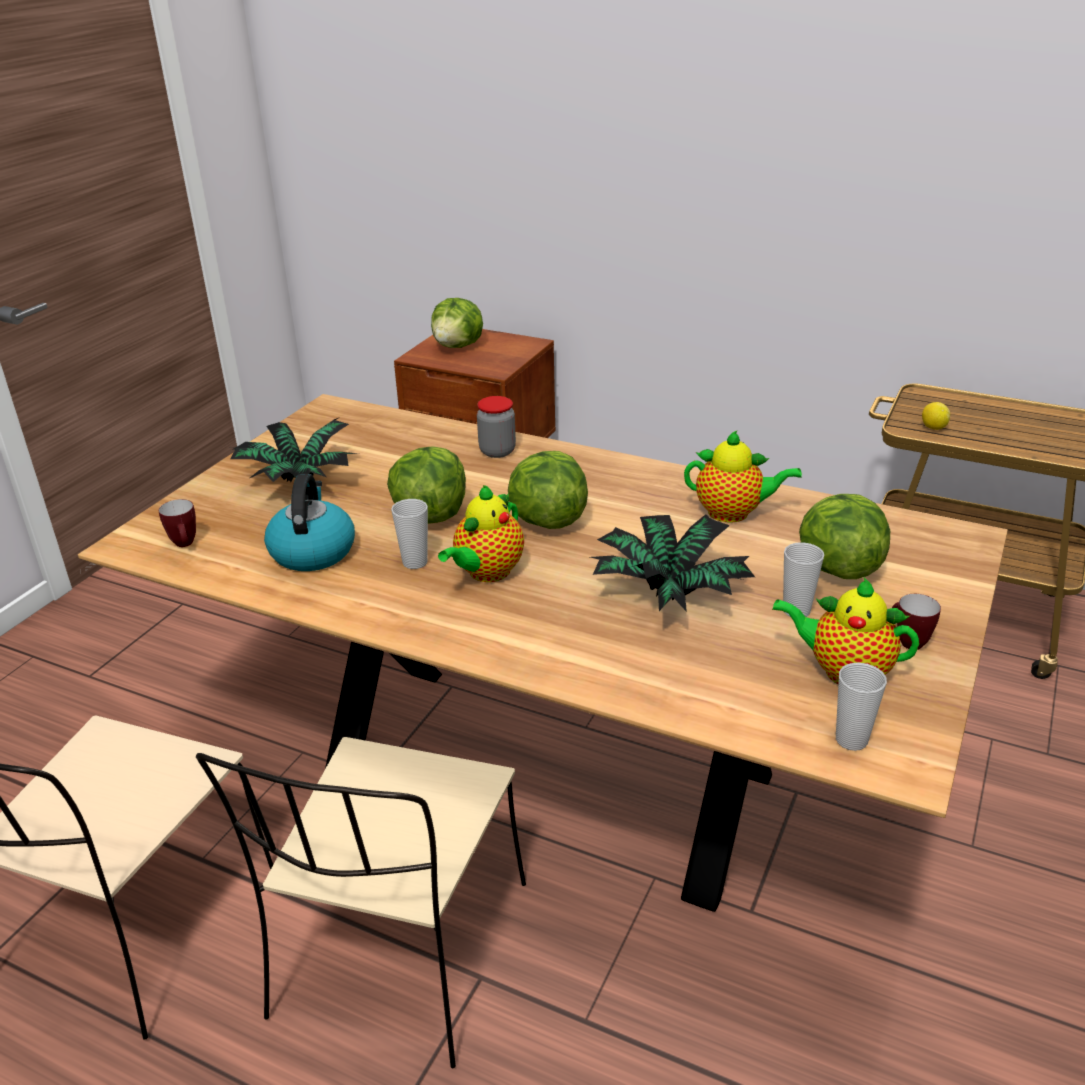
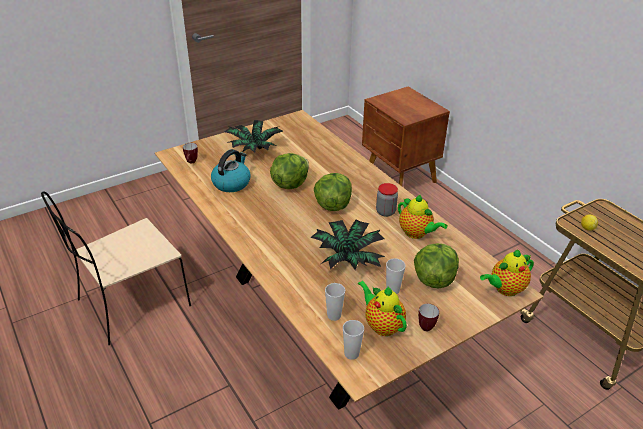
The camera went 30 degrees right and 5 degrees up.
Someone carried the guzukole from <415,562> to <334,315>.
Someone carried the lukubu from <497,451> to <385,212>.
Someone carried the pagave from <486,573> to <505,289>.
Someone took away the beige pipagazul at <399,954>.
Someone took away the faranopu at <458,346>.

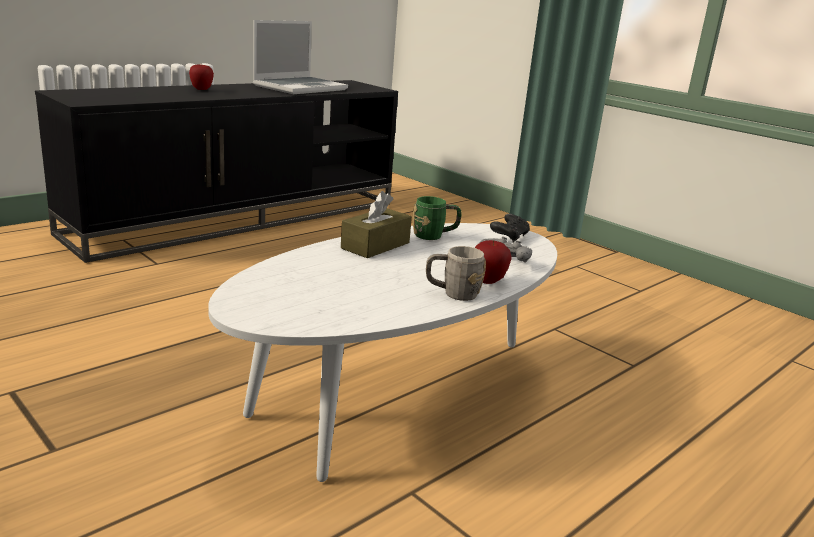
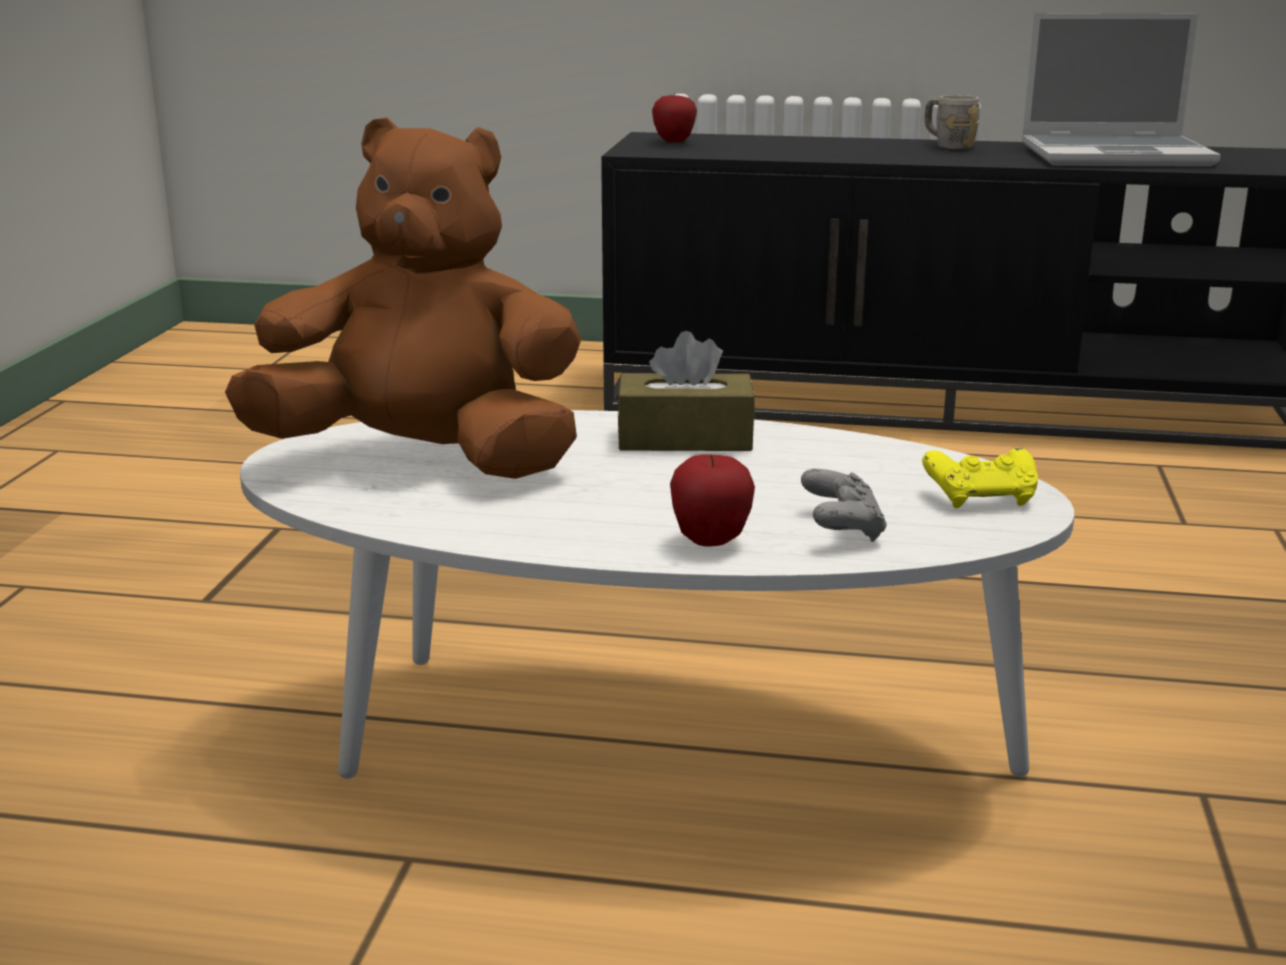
The camera went 55 degrees right and 0 degrees up.
Someone put down the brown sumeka at <424,460>.
Someone carried the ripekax from <201,89> to <674,142>.
Someone repainted the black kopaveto at <509,237>, which became the yellow kopaveto at <981,498>.
Someone carried the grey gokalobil from <452,293> to <948,146>.
Someone took away the green gokalobil at <434,236>.

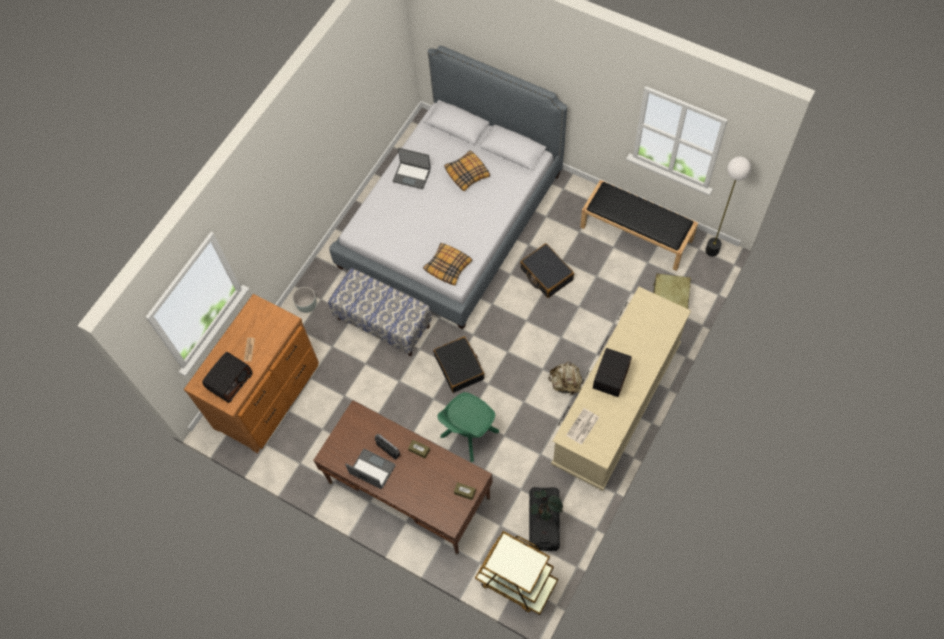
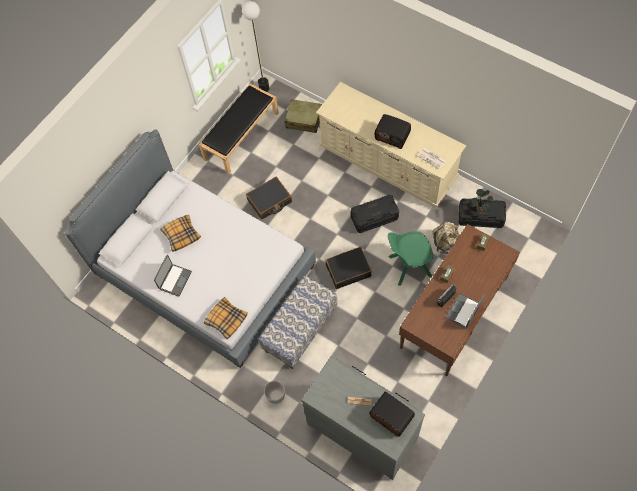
The camera went 85 degrees left and 0 degrees up.
Someone carried the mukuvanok from <448,266> to <226,319>.
Someone repainted the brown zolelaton at <268,395>, which became the grey zolelaton at <363,429>.
Someone put down the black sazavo at <374,218>.
Someone rotated the green pipagazul at <468,435> by 120 degrees clockwise.
Someone carried the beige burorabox from <566,384> to <444,242>.
Someone took away the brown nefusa at <516,581>.

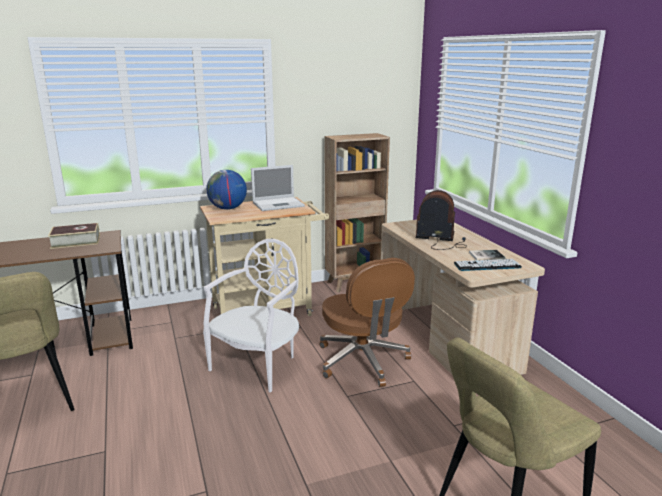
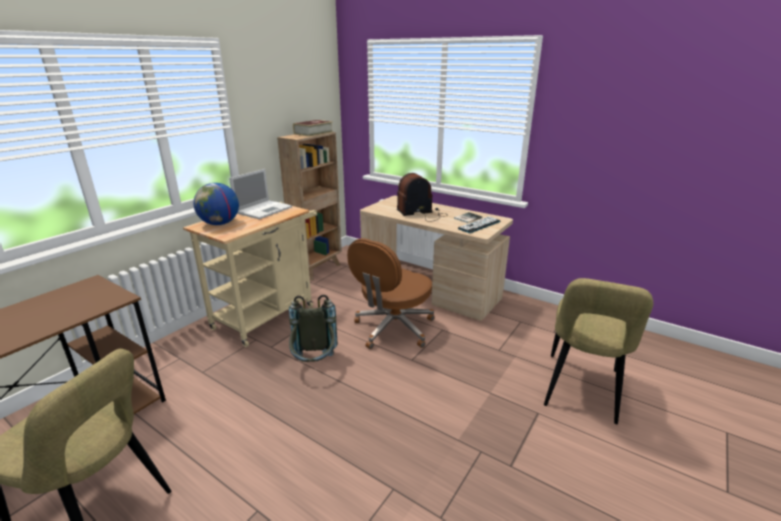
The camera went 35 degrees left and 5 degrees up.
Someone swapped the white pipagazul at <258,365> for the grey burorabox at <314,364>.
Someone carried the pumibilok from <76,241> to <313,133>.
Someone rotated the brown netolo at <363,361> by 90 degrees clockwise.

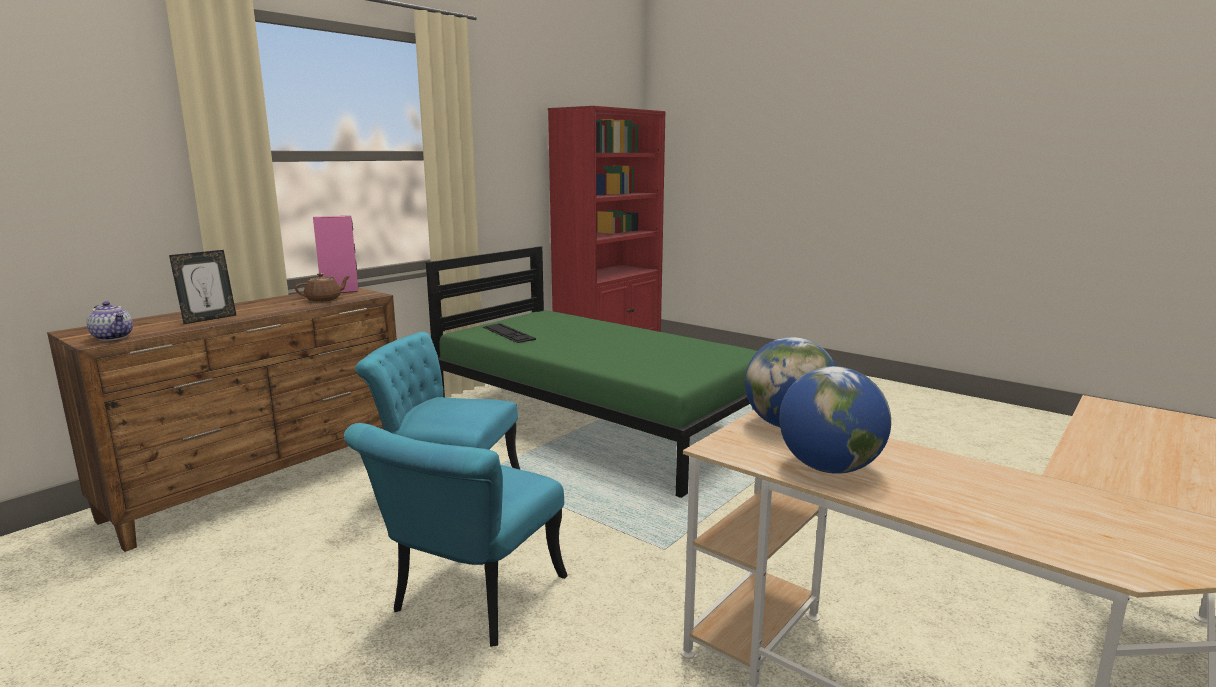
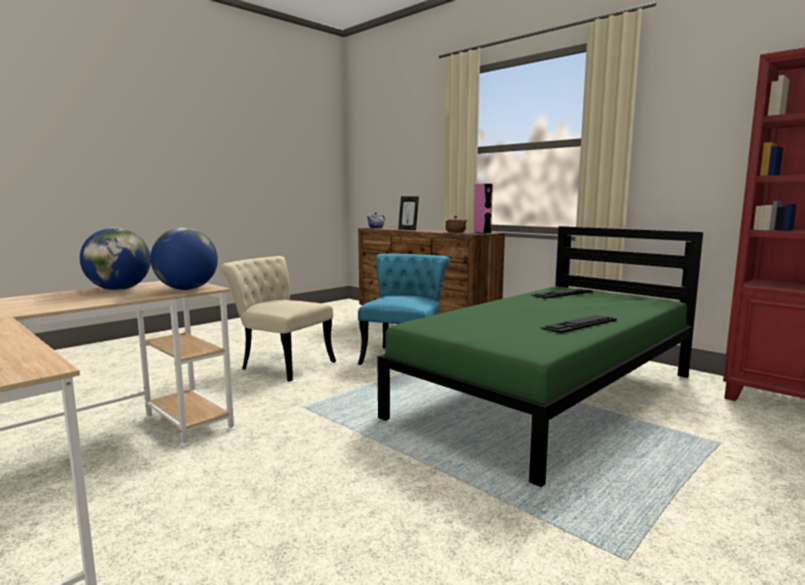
The camera went 95 degrees right and 5 degrees down.
Someone repainted the turquoise pipagazul at <469,603>, which became the beige pipagazul at <281,364>.
Someone put down the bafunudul at <579,324>.

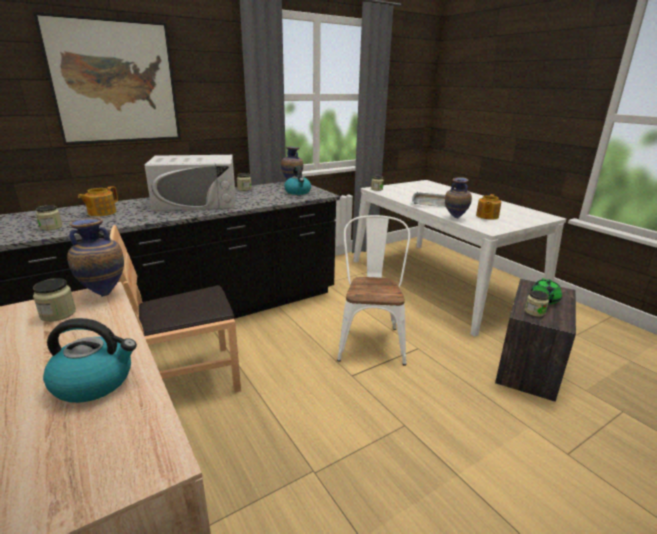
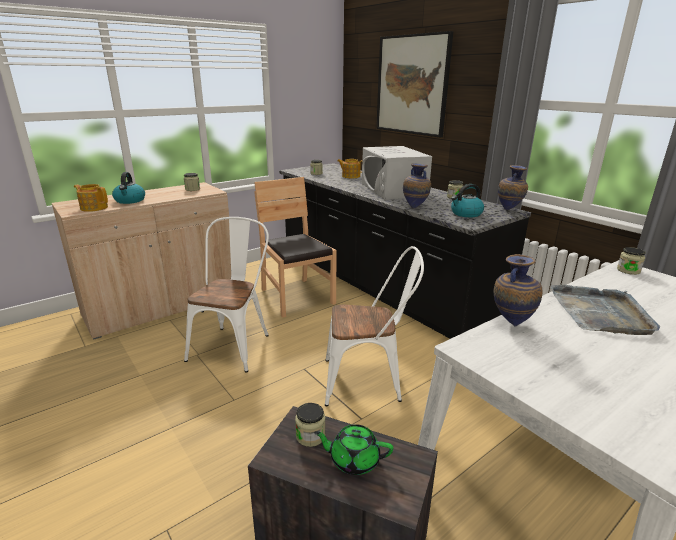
The camera went 85 degrees right and 0 degrees up.
Someone carried the pagave from <486,216> to <94,208>.
Someone put down the white pipagazul at <234,344>.
Someone carried the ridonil from <104,293> to <415,207>.

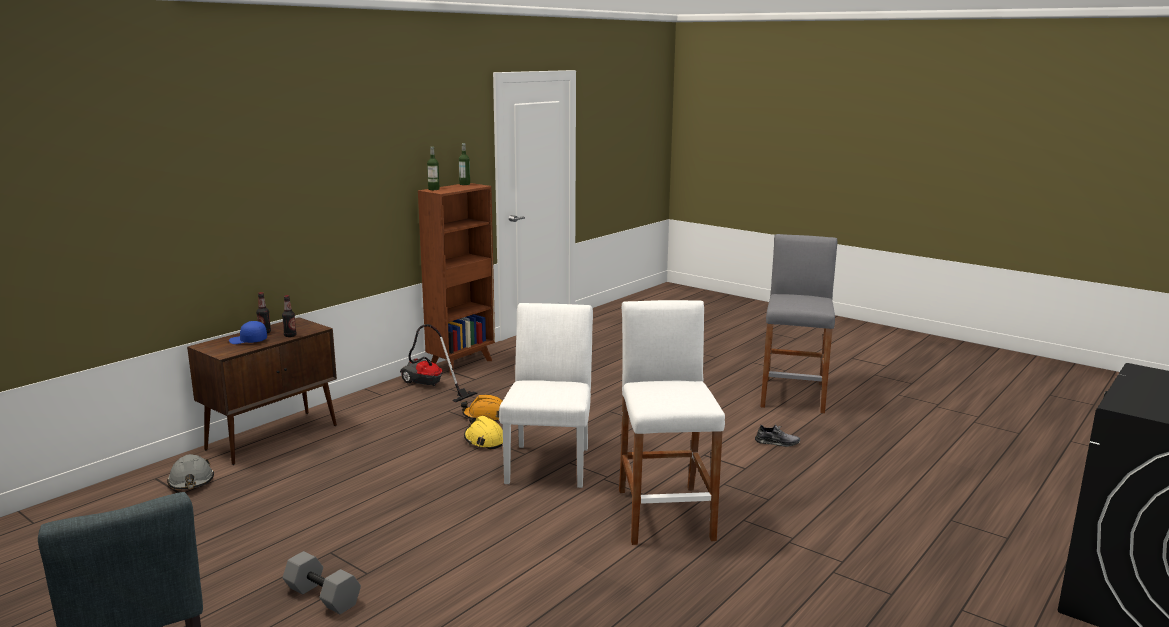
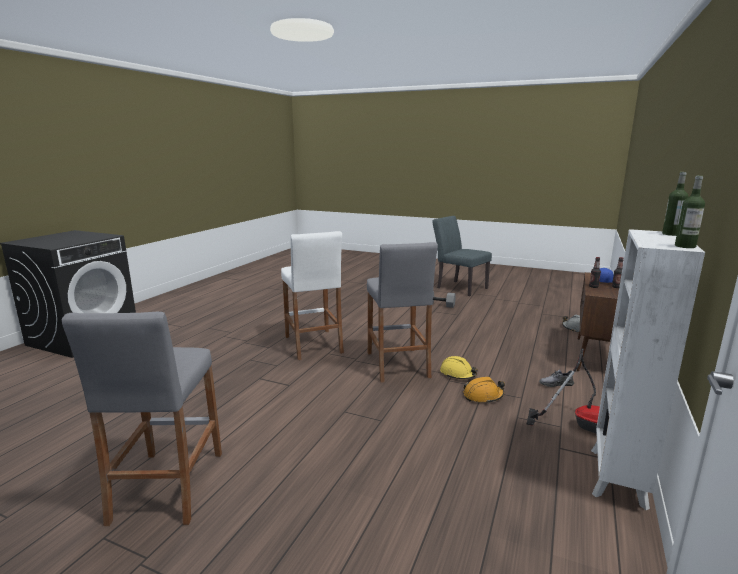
The camera went 165 degrees right and 0 degrees up.
Someone swapped the white pipagazul at <550,461> for the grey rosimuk at <397,365>.
Someone carried the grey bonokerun from <777,442> to <556,384>.
Someone repainted the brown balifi at <462,364>, which became the white balifi at <617,478>.

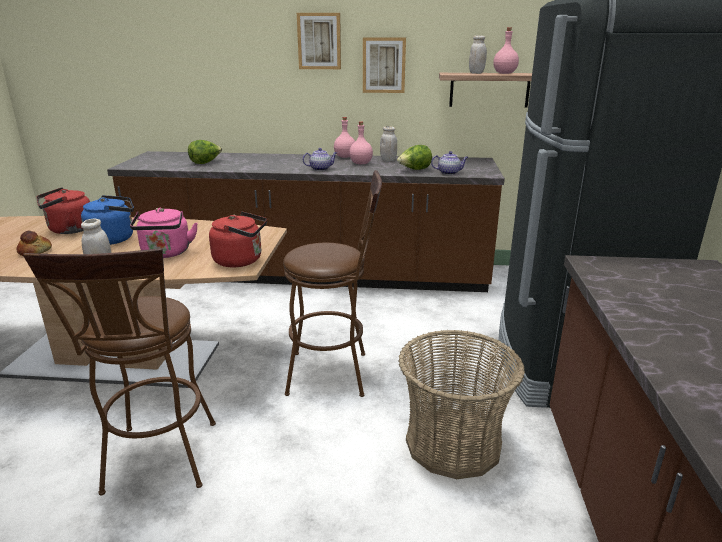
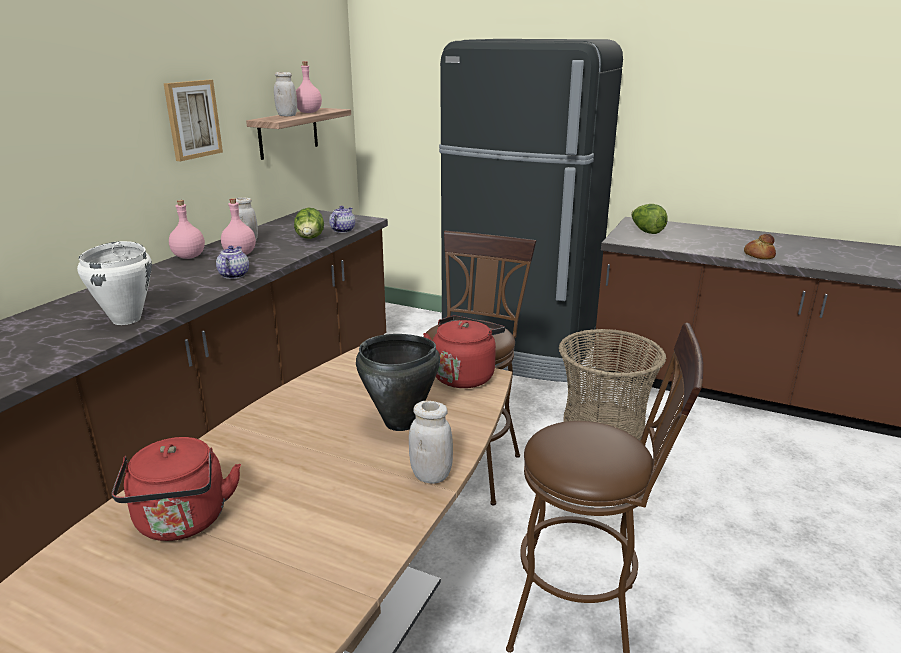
The camera went 70 degrees left and 0 degrees up.
Someone put down the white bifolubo at <127,319>.
Someone swapped the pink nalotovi at <166,253> for the black bifolubo at <400,423>.
Someone carried the faranopu from <205,163> to <646,232>.
Someone carried the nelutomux from <35,251> to <759,255>.
Someone took away the blue nalotovi at <114,239>.
Someone took away the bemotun at <319,41>.

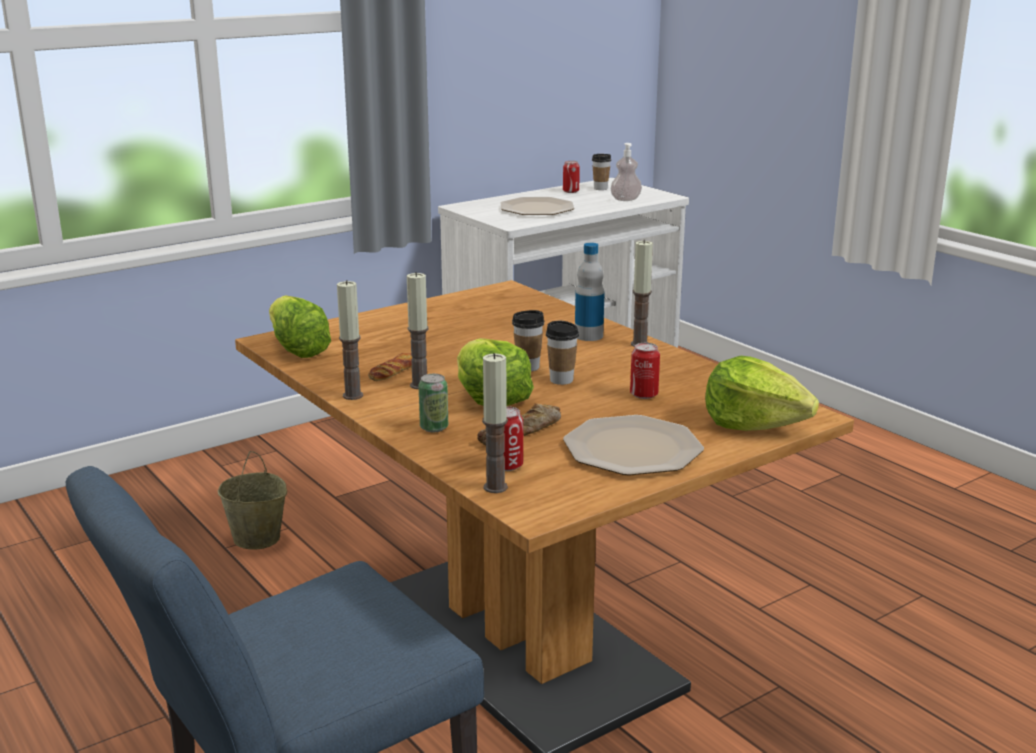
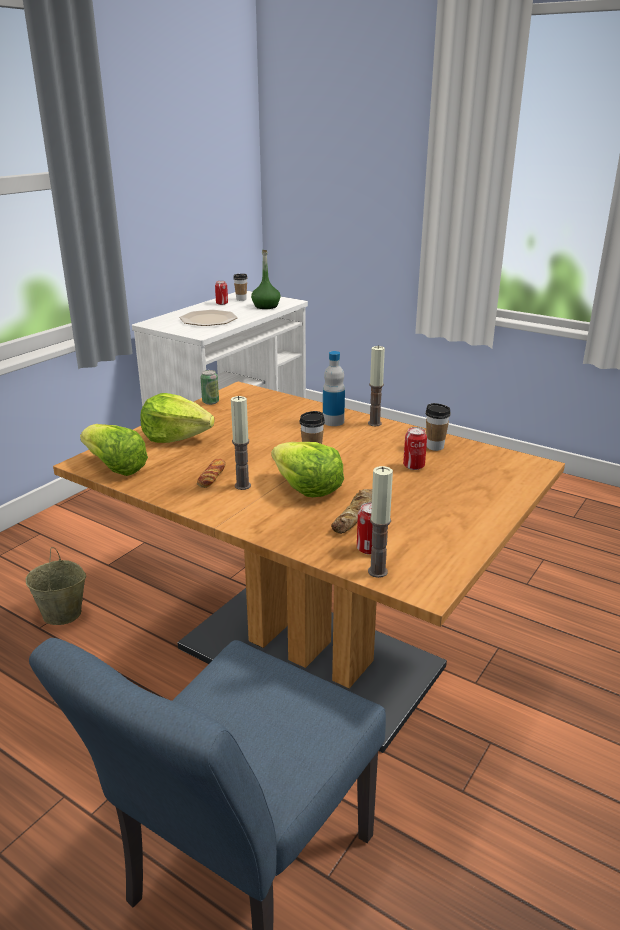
The camera went 20 degrees left and 5 degrees up.
Someone carried the faranopu from <754,424> to <176,437>.
Someone carried the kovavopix from <434,428> to <210,402>.
Someone swapped the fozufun at <625,199> for the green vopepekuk at <266,306>.
Someone carried the guzukole from <561,380> to <435,447>.
Someone took away the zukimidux at <353,395>.
Someone took away the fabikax at <631,449>.

